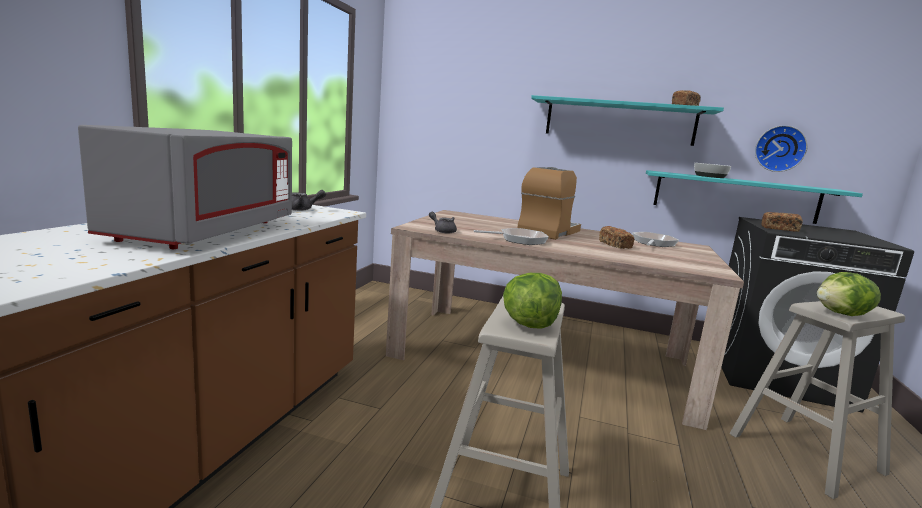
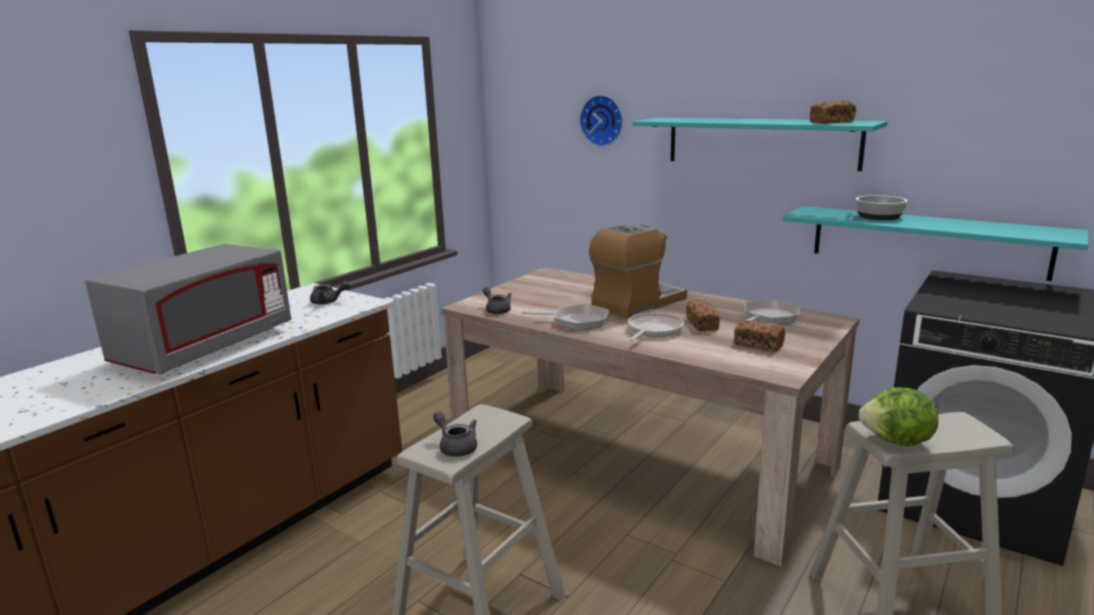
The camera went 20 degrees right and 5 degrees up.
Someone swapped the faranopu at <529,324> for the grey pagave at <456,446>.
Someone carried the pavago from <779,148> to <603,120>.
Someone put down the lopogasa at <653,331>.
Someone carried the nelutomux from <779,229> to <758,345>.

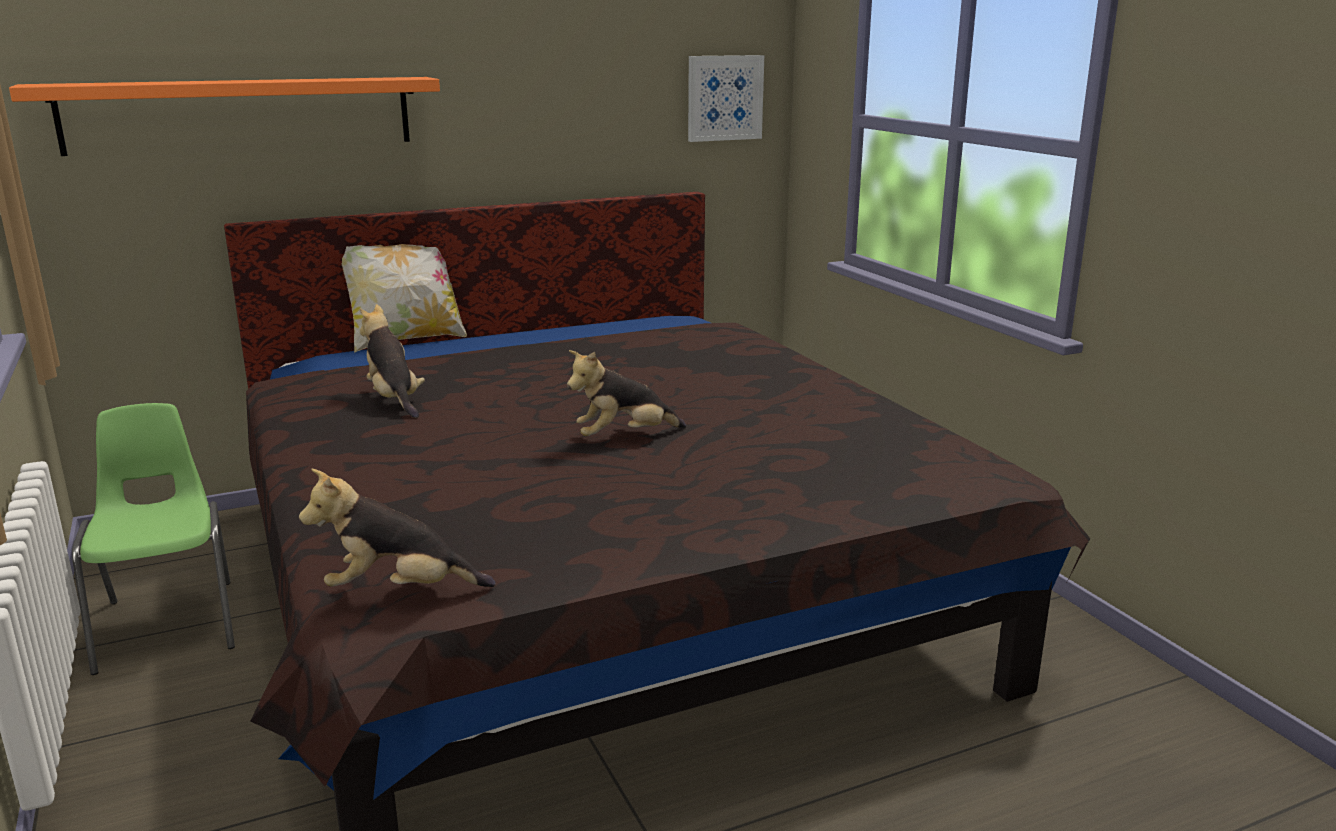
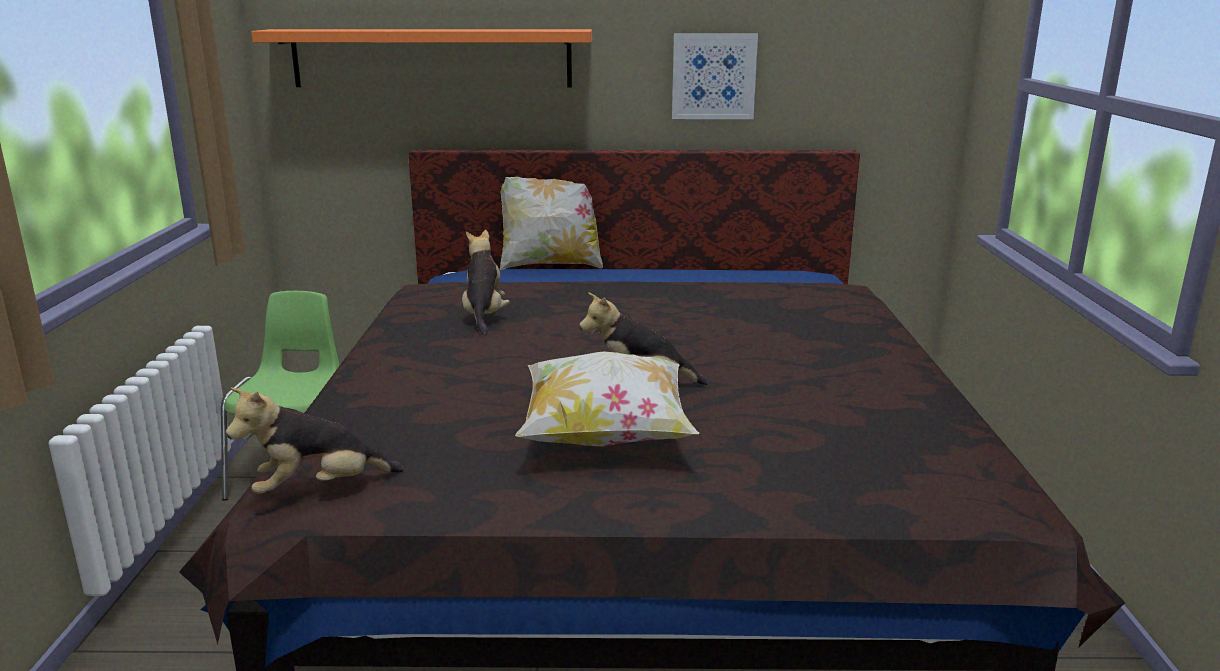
The camera went 25 degrees right and 0 degrees up.
Someone rotated the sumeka at <399,590> by 45 degrees counterclockwise.
Someone put down the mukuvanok at <605,436>.
Someone carried the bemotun from <724,98> to <713,76>.

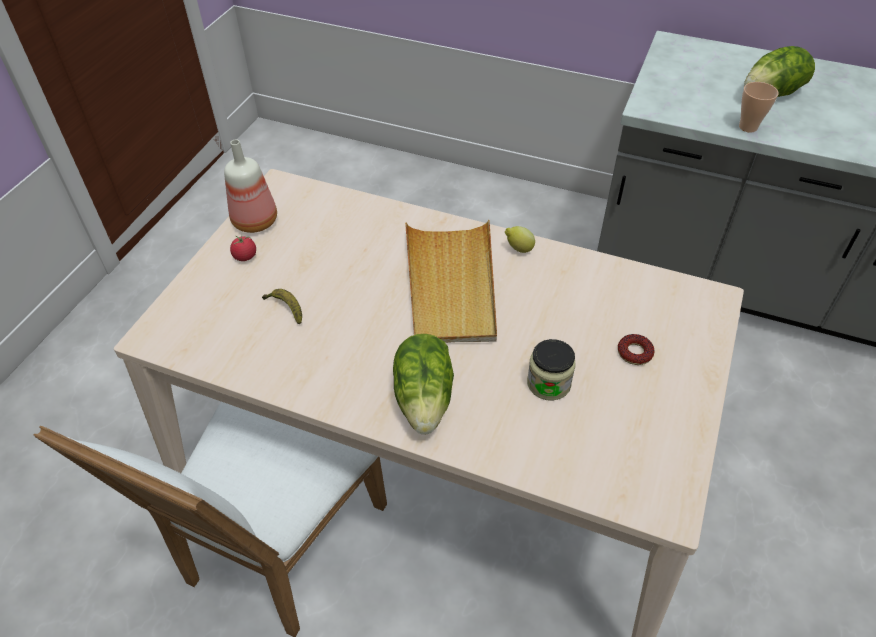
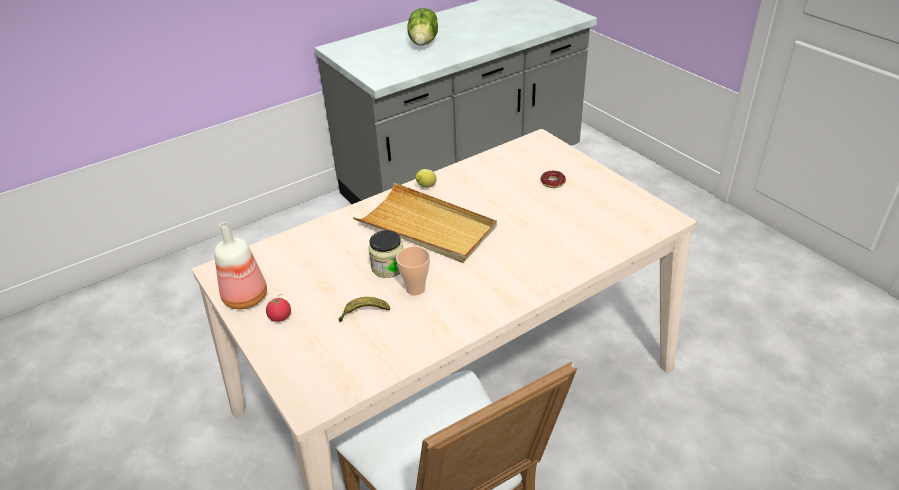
The camera went 55 degrees left and 10 degrees down.
Someone carried the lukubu from <548,383> to <388,267>.
Someone carried the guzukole from <748,127> to <415,289>.
Someone took away the faranopu at <425,398>.

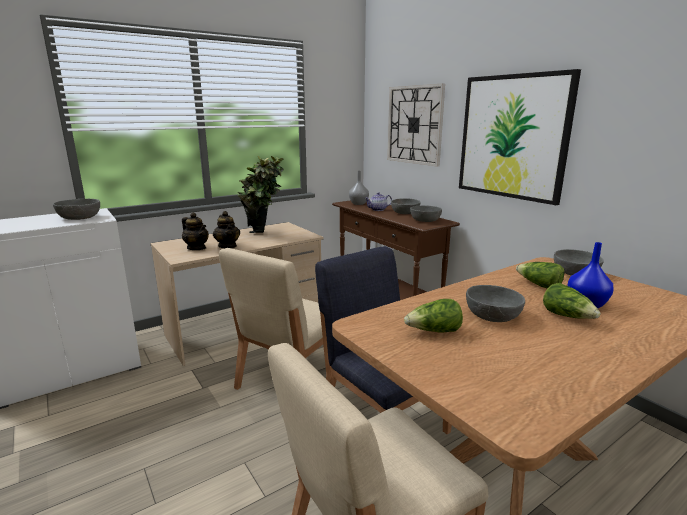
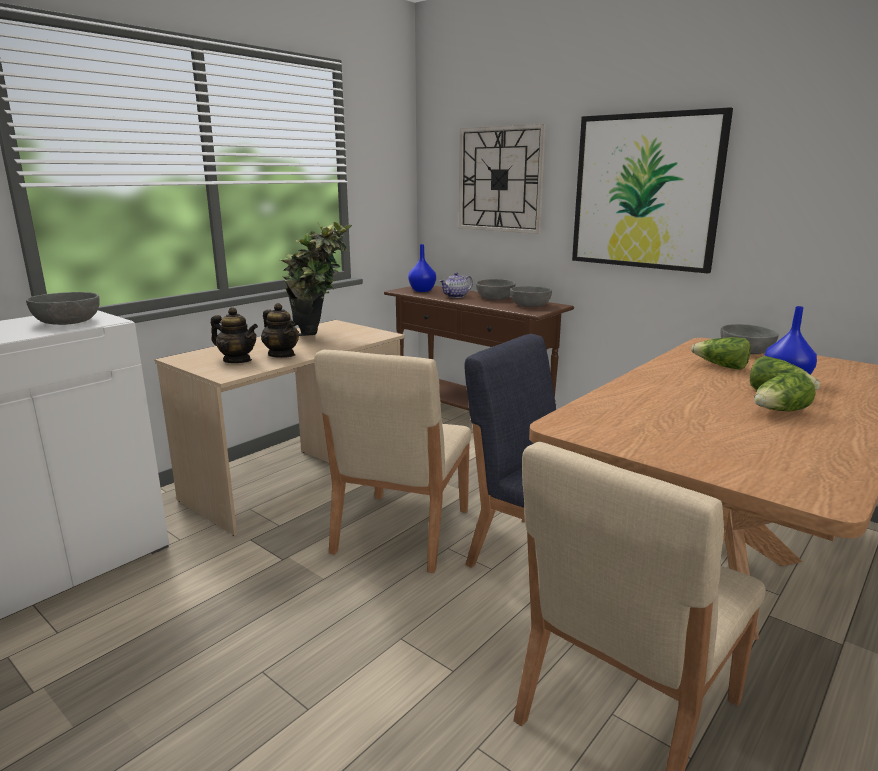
The camera went 15 degrees left and 0 degrees up.
Someone repainted the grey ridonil at <358,204>, which became the blue ridonil at <421,290>.
Someone carried the faranopu from <434,331> to <780,412>.
Someone took away the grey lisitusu at <492,315>.

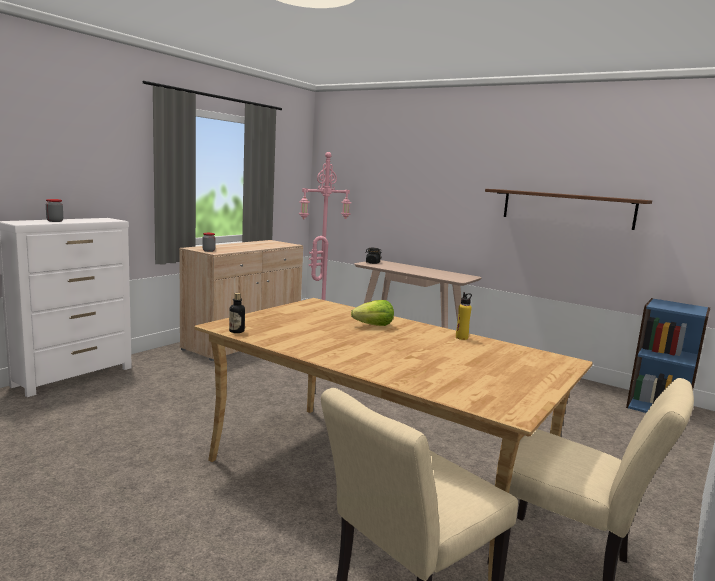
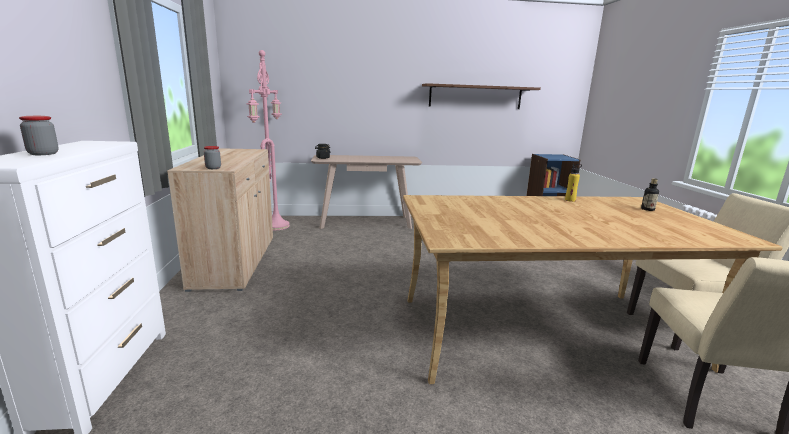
The camera went 40 degrees left and 5 degrees up.
Someone carried the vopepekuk from <236,331> to <647,209>.
Someone took away the faranopu at <374,326>.

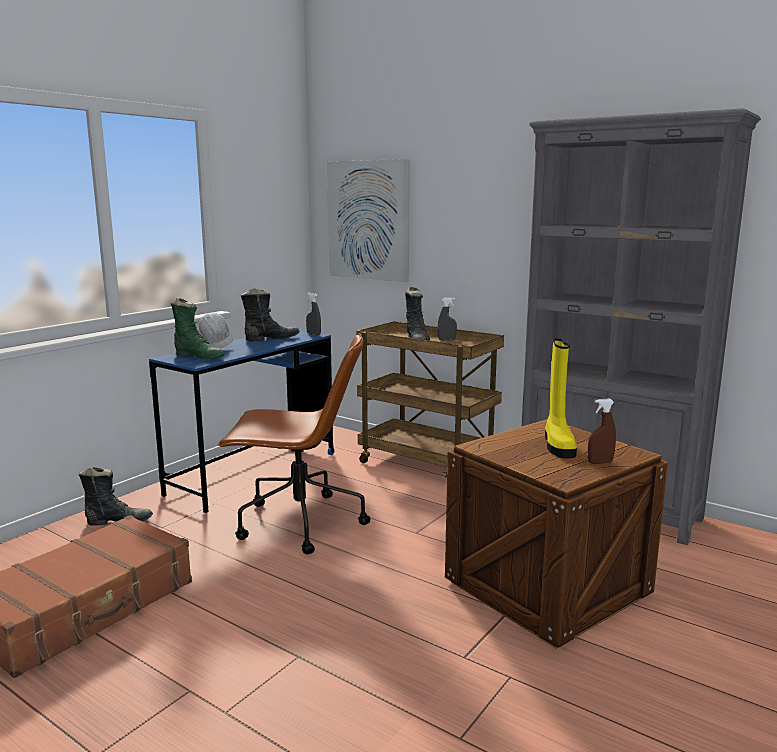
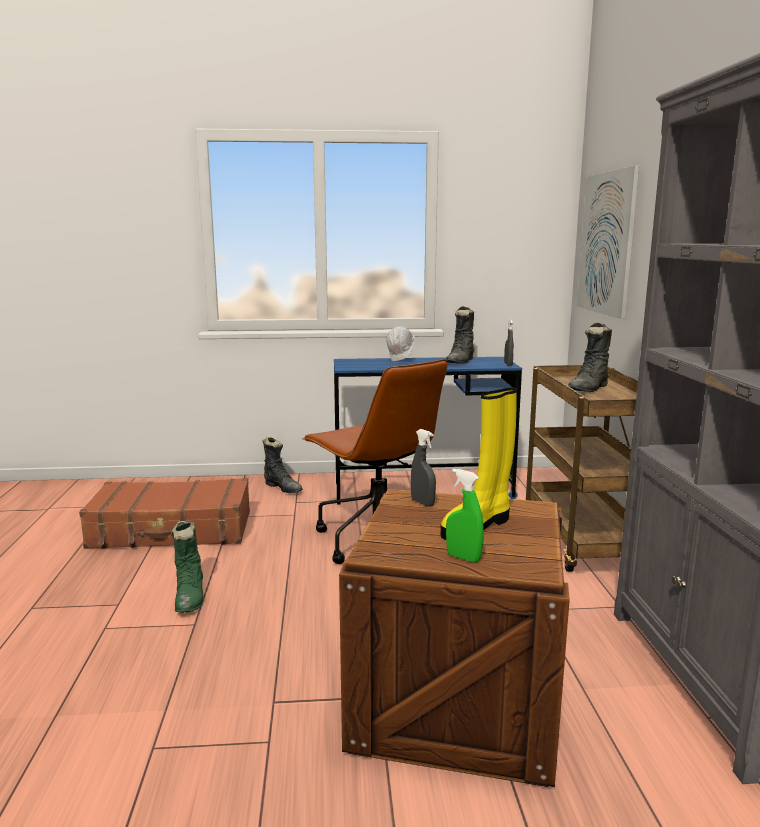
The camera went 50 degrees right and 0 degrees up.
Someone carried the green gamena from <199,357> to <190,597>.
Someone carried the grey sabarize from <446,340> to <422,503>.
Someone rotated the black gamena at <271,338> by 90 degrees clockwise.
Someone repainted the brown sabarize at <600,462>, which became the green sabarize at <463,558>.

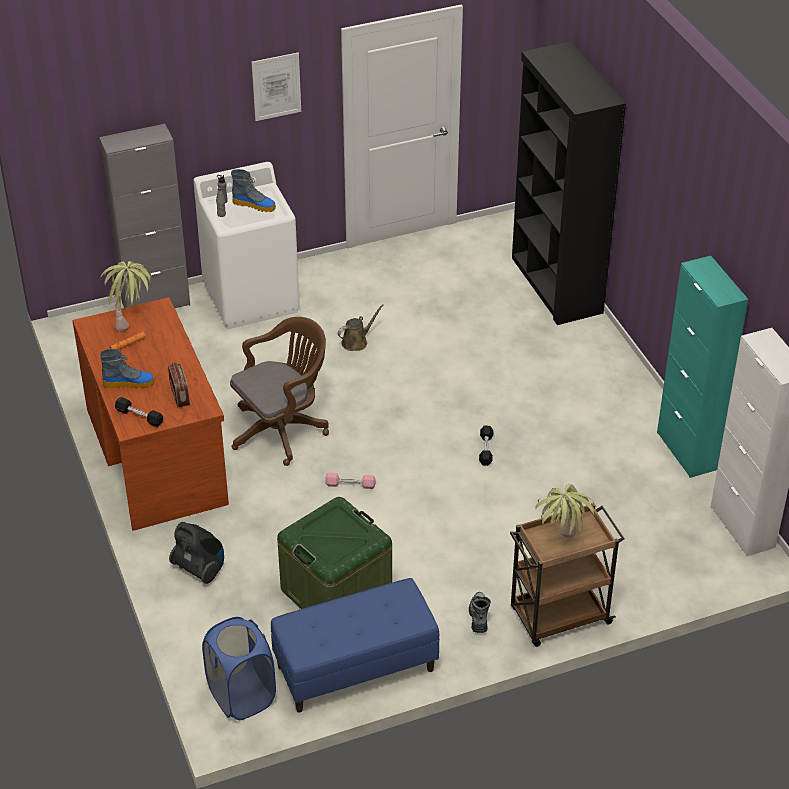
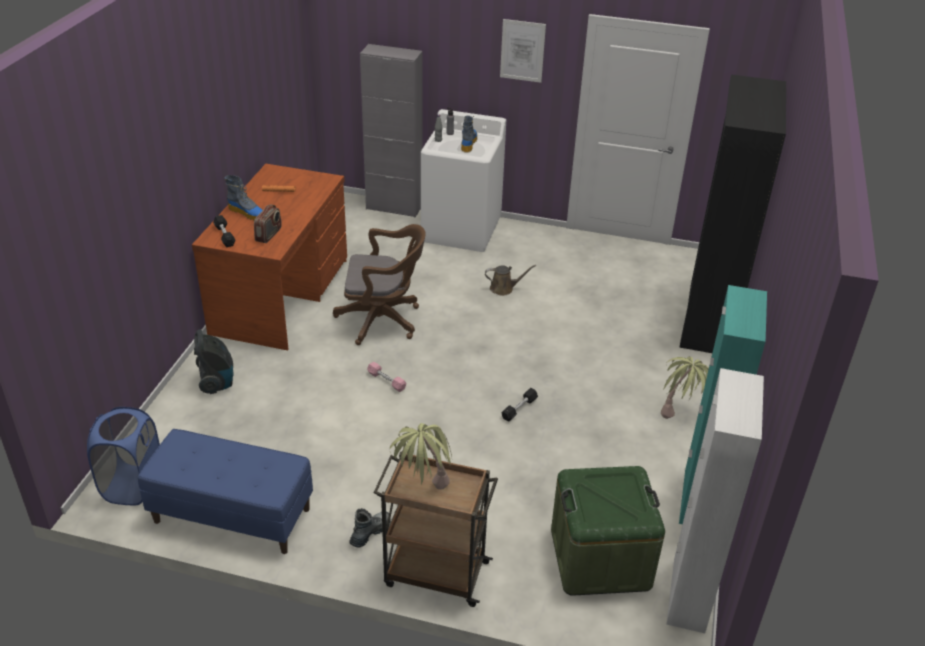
The camera went 35 degrees right and 5 degrees down.
Someone rotated the gamena at <254,205> by 135 degrees counterclockwise.
Someone carried the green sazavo from <336,592> to <600,558>.
Someone carried the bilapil from <132,320> to <680,412>.

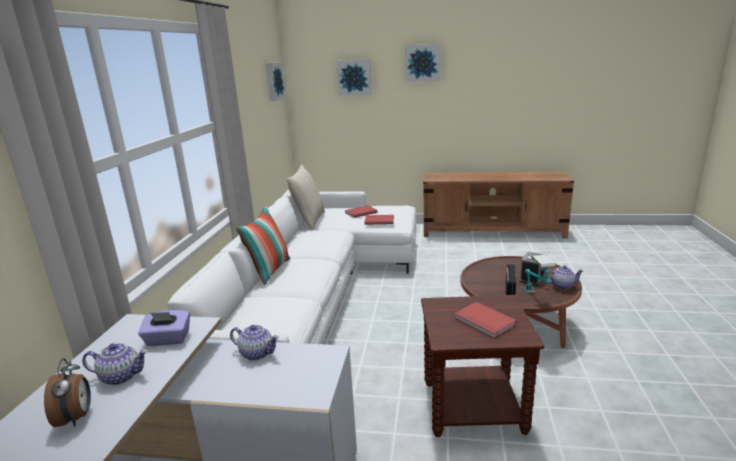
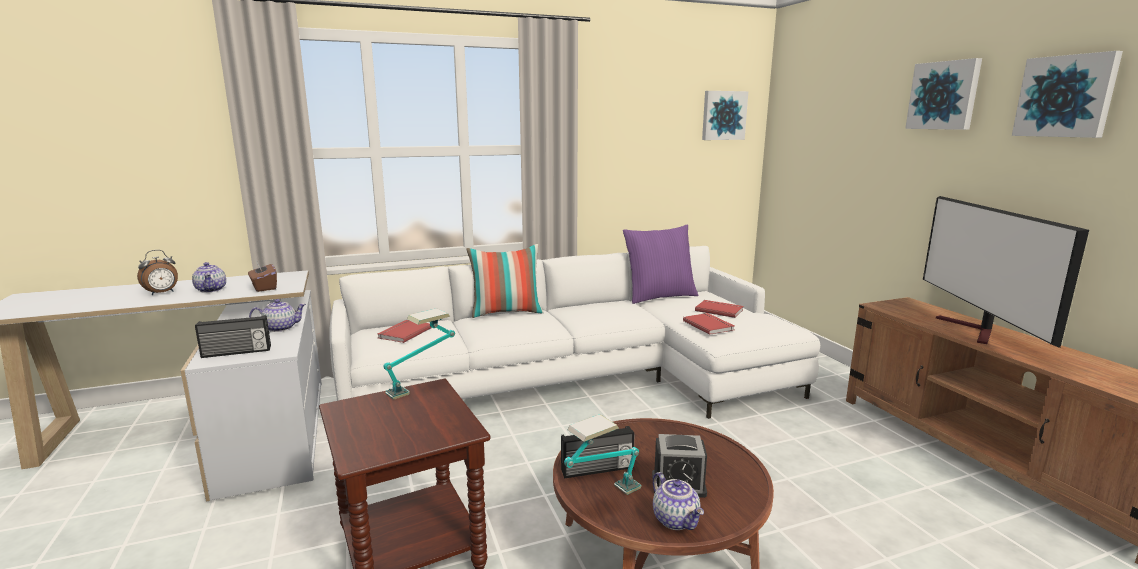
The camera went 60 degrees right and 5 degrees down.
Someone put down the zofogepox at <236,352>.
Someone repainted the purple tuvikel at <168,339>, which became the brown tuvikel at <264,287>.
Someone rotated the pagave at <257,353> by 105 degrees counterclockwise.
Someone carried the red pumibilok from <483,322> to <403,333>.
Someone put down the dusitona at <422,386>.
Someone repainted the beige mukuvanok at <309,220>, which became the purple mukuvanok at <659,296>.
Someone put down the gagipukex at <975,331>.
Someone carried the bemotun from <354,77> to <1066,96>.

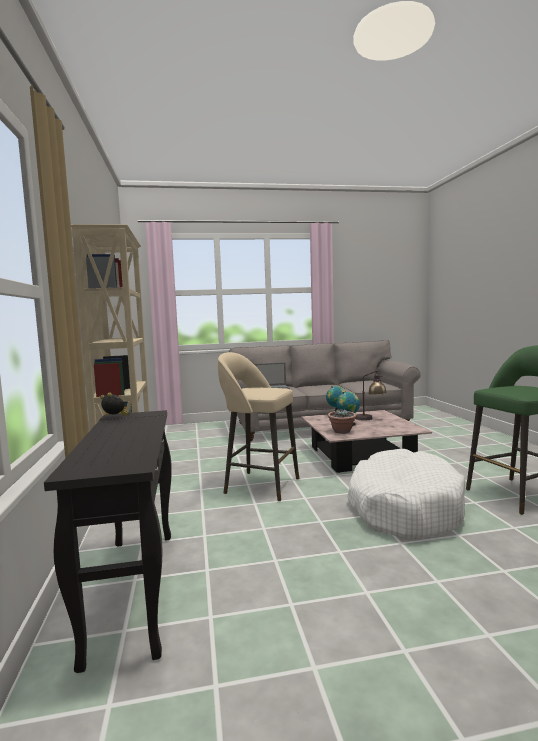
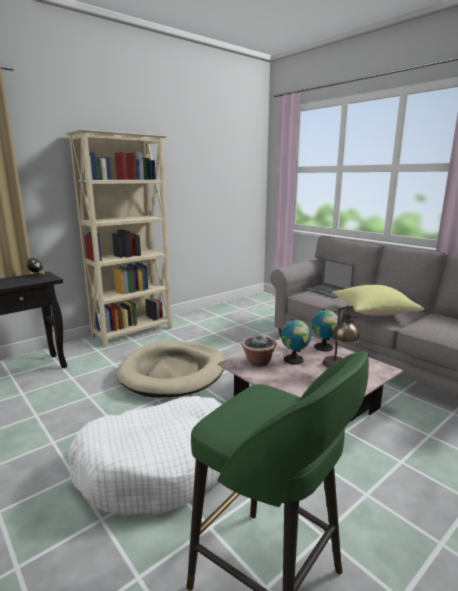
The camera went 60 degrees right and 10 degrees up.
Someone swapped the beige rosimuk at <260,485> for the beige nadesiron at <173,372>.
Someone put down the yellow mukuvanok at <373,313>.

